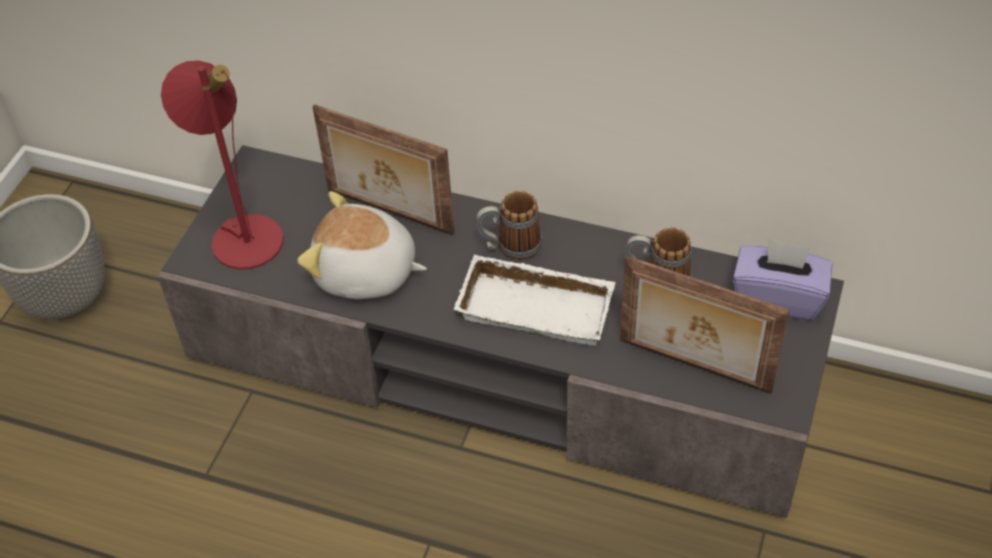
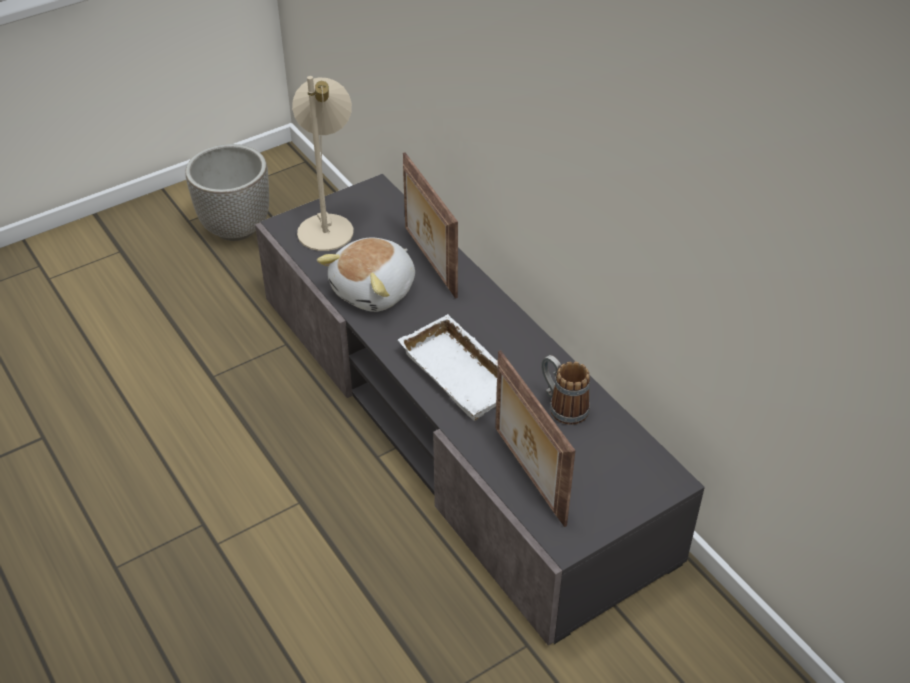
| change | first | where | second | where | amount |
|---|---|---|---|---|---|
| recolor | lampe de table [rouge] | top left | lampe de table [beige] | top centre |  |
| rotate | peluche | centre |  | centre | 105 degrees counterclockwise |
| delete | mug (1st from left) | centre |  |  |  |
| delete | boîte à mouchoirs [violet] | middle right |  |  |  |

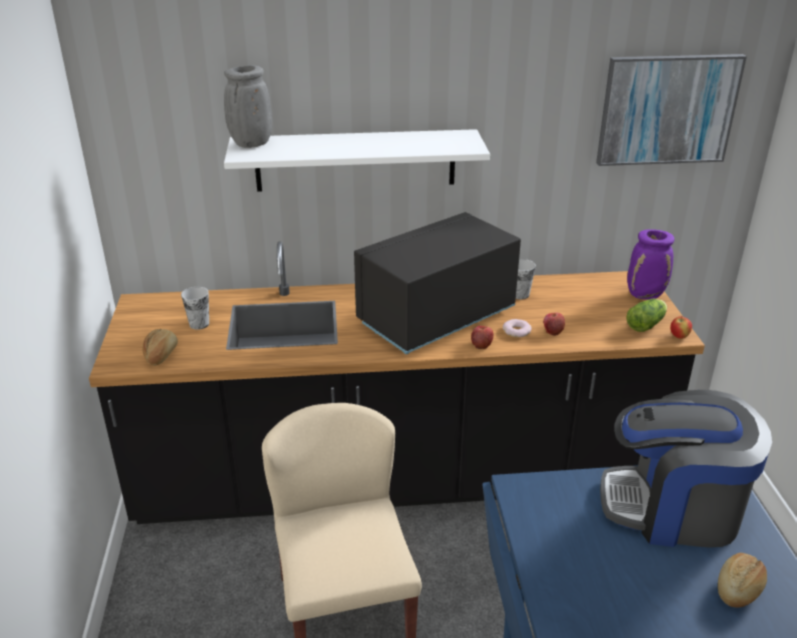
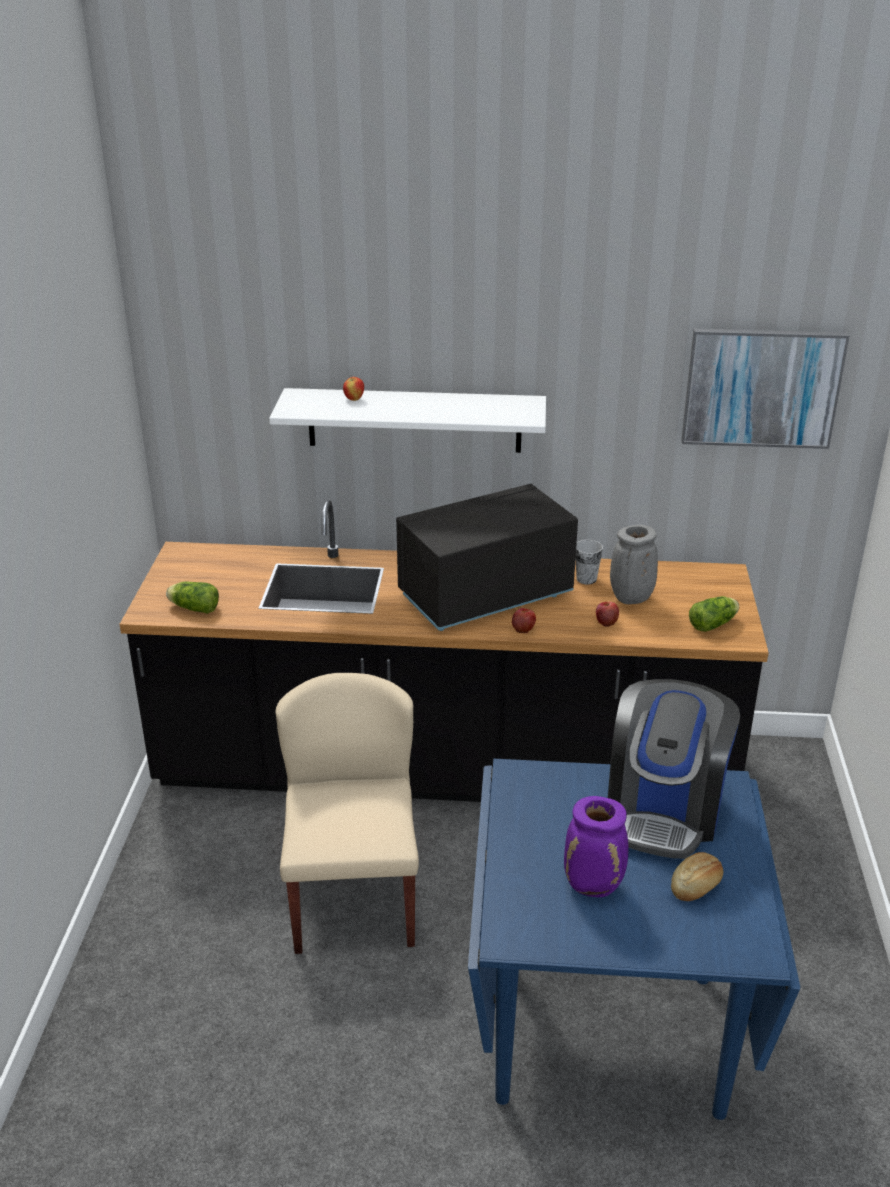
| change | first | where | second | where | amount |
|---|---|---|---|---|---|
| replace | pain (1st from left) | middle left | laitue (1st from left) | middle left |  |
| move | pomme (3rd from left in the first image) | middle right | pomme (1st from left) | top centre |  |
| move | vase [violet] | middle right |  | bottom right |  |
| rotate | machine à café | bottom right |  | middle right | 90 degrees counterclockwise |
| move | vase [gris] | top left |  | middle right |  |
| delete | tasse (1st from left) | middle left |  |  |  |
| delete | beignet | centre |  |  |  |

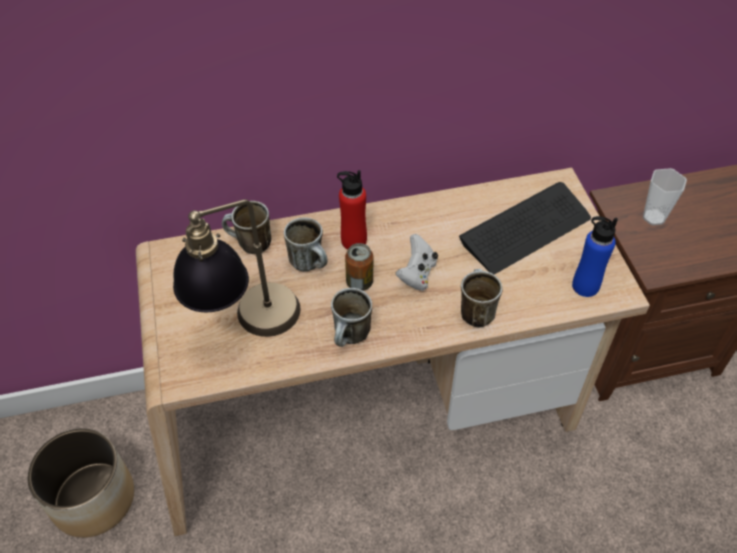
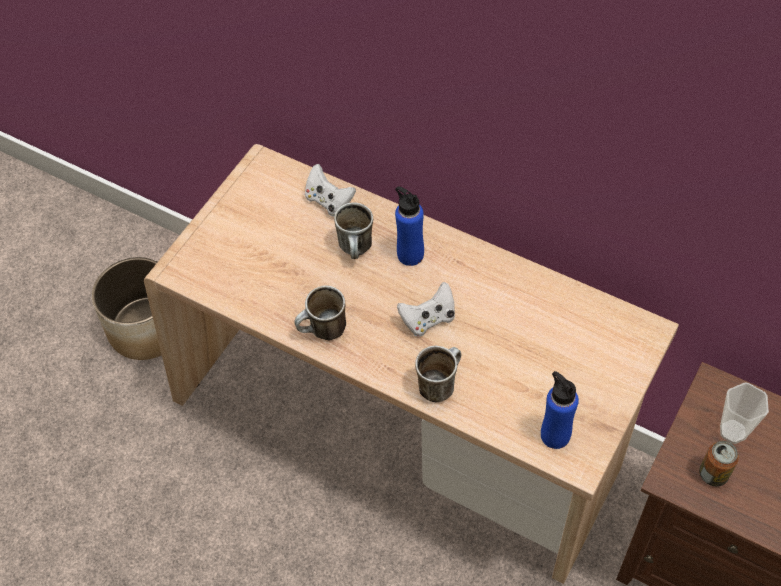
| change | first | where | second | where | amount |
|---|---|---|---|---|---|
| replace | mug (1st from left) | centre | manette [blanc] (1st from left) | top centre |  |
| recolor | bouteille [rouge] | centre | bouteille [bleu] (1st from left) | centre |  |
| move | boîte métallique | centre |  | bottom right |  |
| delete | lampe de table | middle left |  |  |  |
| delete | clavier | middle right |  |  |  |

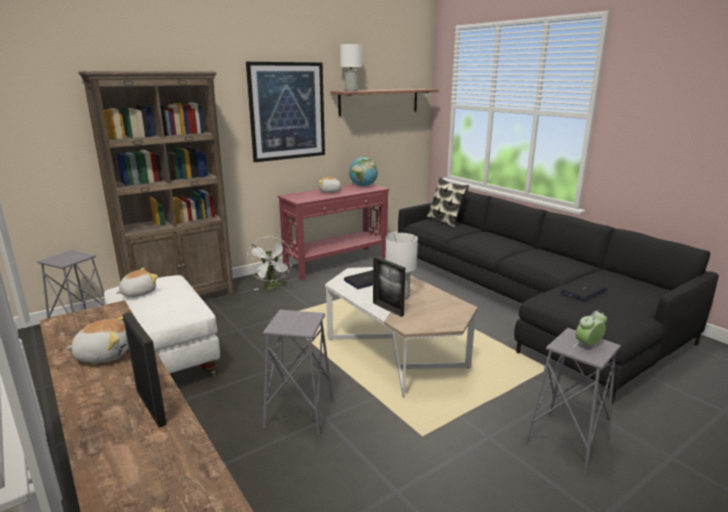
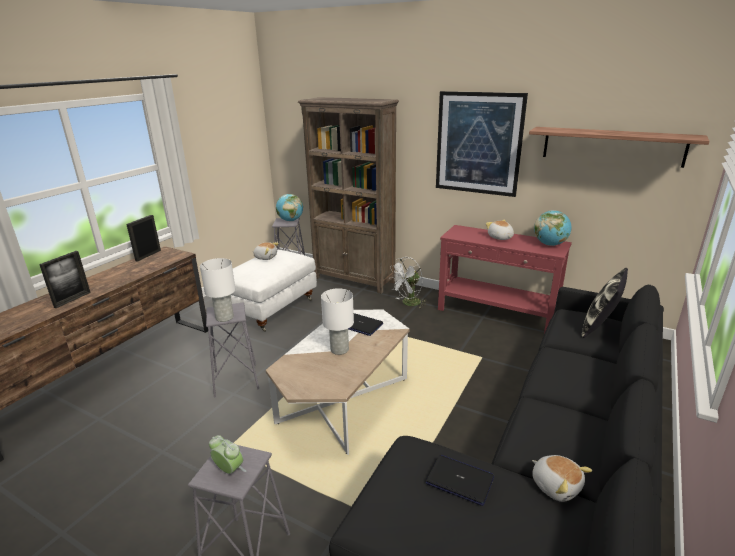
| change | first | where | second | where | amount |
|---|---|---|---|---|---|
| move | cadre photo (2nd from left) | centre |  | middle left |  |
| move | lampe de table [blanc] (1st from left) | top centre |  | middle left |  |
| insert |  |  | globe (1st from left) | centre |  |
| move | peluche (1st from left in the first image) | middle left | peluche (3rd from left) | bottom right |  |

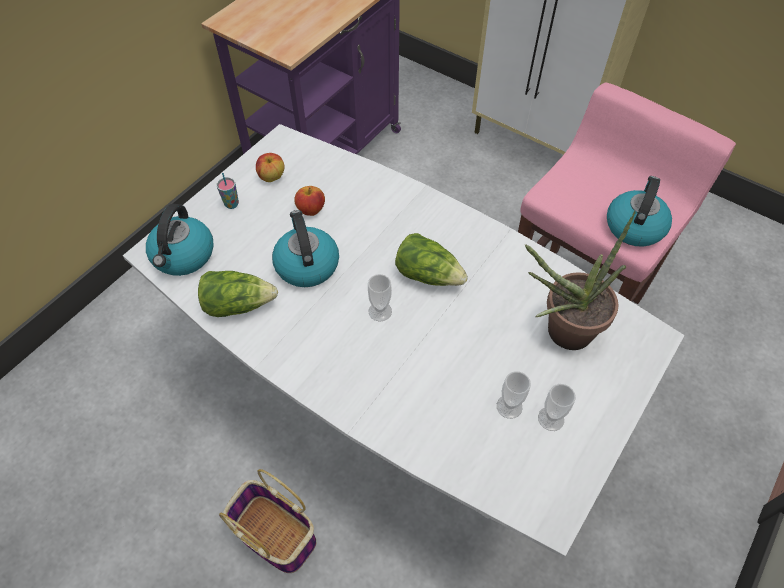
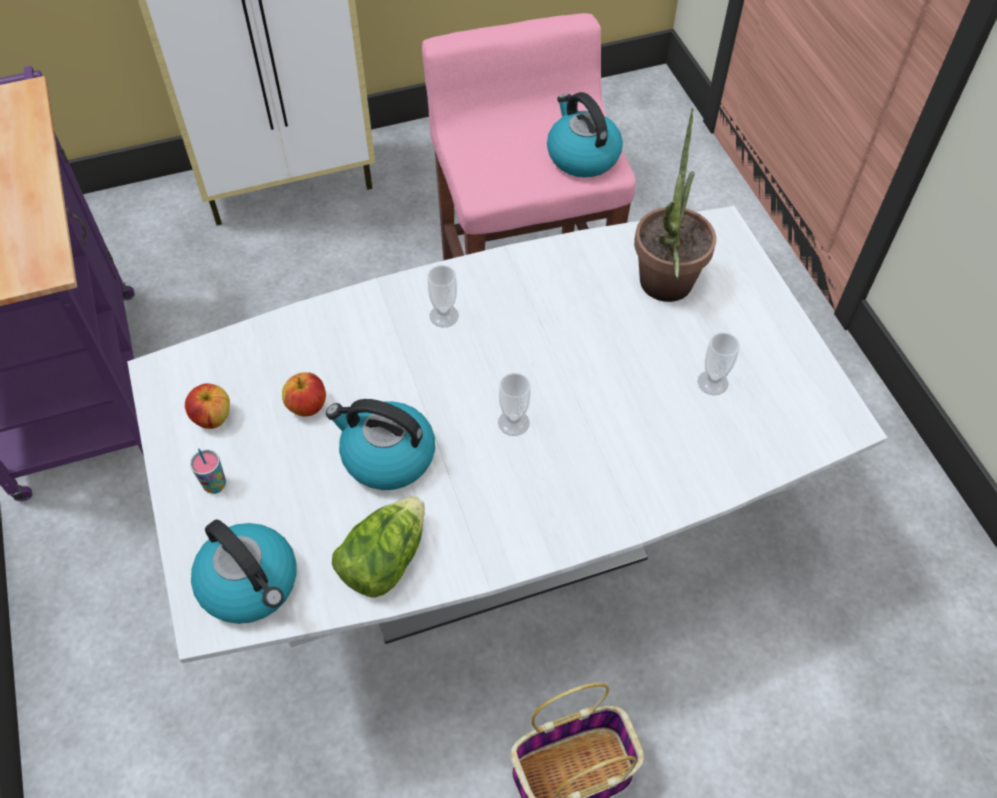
| change | first | where | second | where | amount |
|---|---|---|---|---|---|
| move | tasse (4th from left in the first image) | bottom right | tasse (2nd from left) | centre |  |
| delete | laitue (2nd from left) | centre |  |  |  |

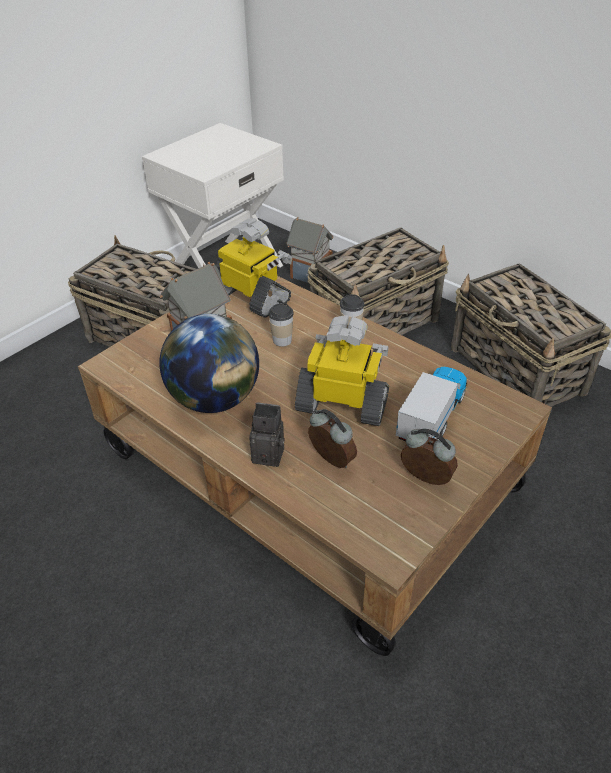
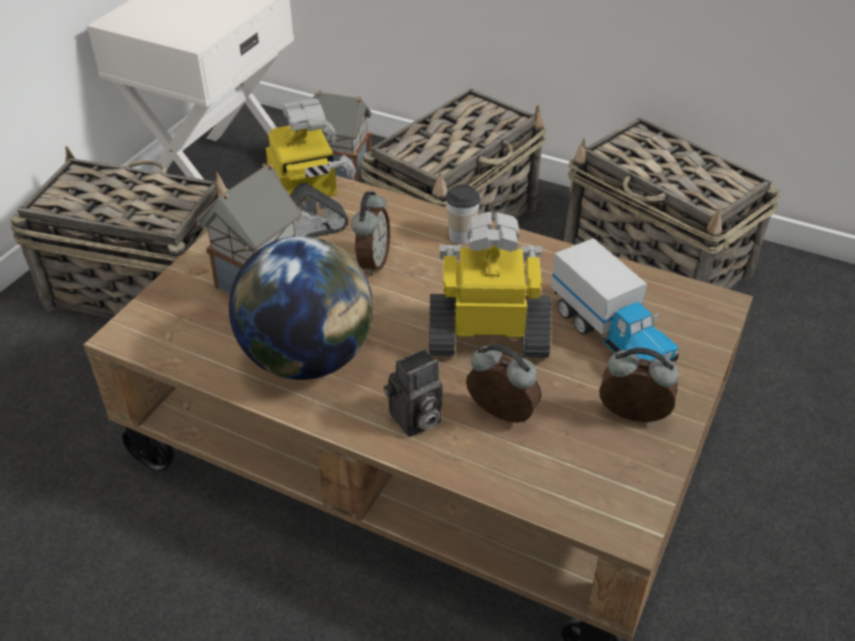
| change | first | where | second | where | amount |
|---|---|---|---|---|---|
| rotate | robot jouet (1st from left) | centre |  | top centre | 45 degrees clockwise |
| replace | tasse (1st from left) | centre | réveil (1st from left) | centre |  |
| rotate | appareil photo | centre |  | centre | 150 degrees clockwise |
| rotate | camion jouet | middle right |  | middle right | 135 degrees clockwise |

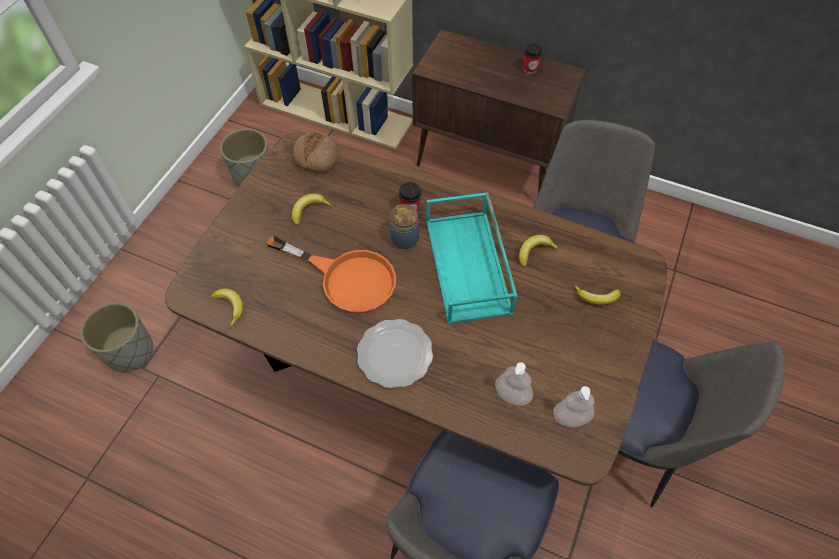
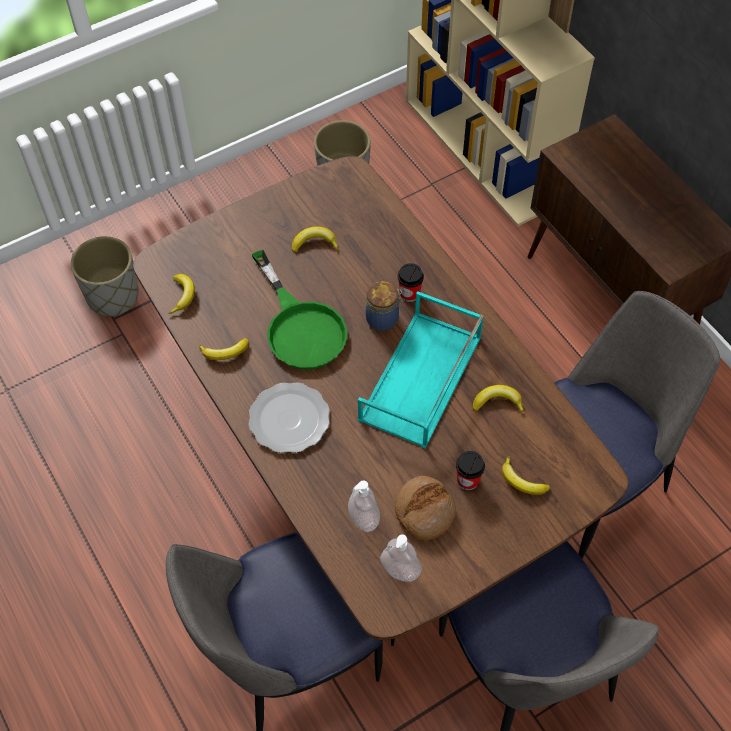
| change | first | where | second | where | amount |
|---|---|---|---|---|---|
| insert |  |  | banane (2nd from left) | middle left |  |
| recolor | poêle [orange] | centre | poêle [vert] | centre |  |
| move | pain | top centre |  | bottom centre |  |
| move | tasse (2nd from left) | top centre |  | centre |  |

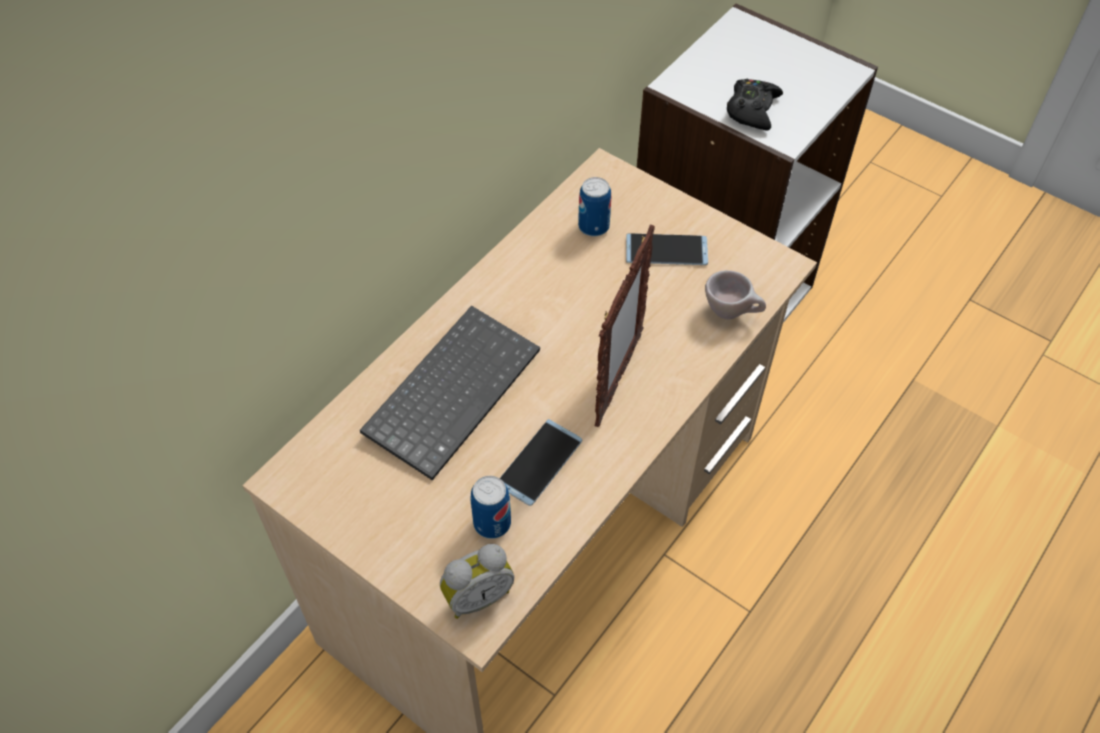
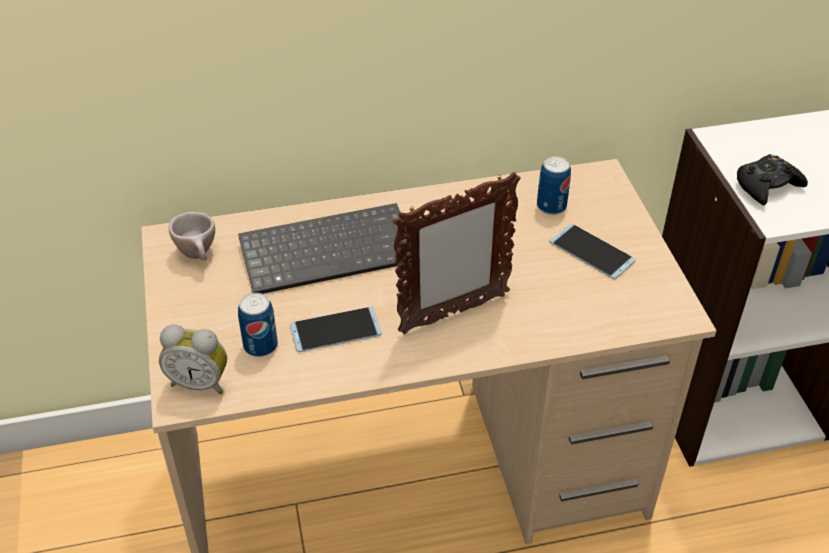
| change | first | where | second | where | amount |
|---|---|---|---|---|---|
| move | tasse [beige] | middle right |  | middle left |  |

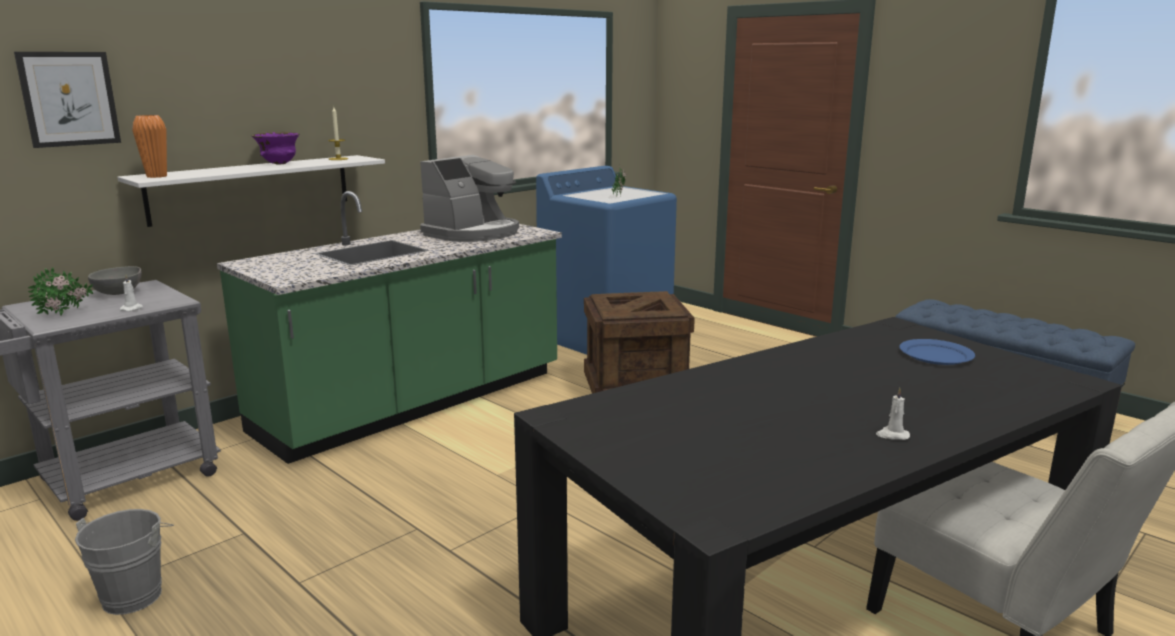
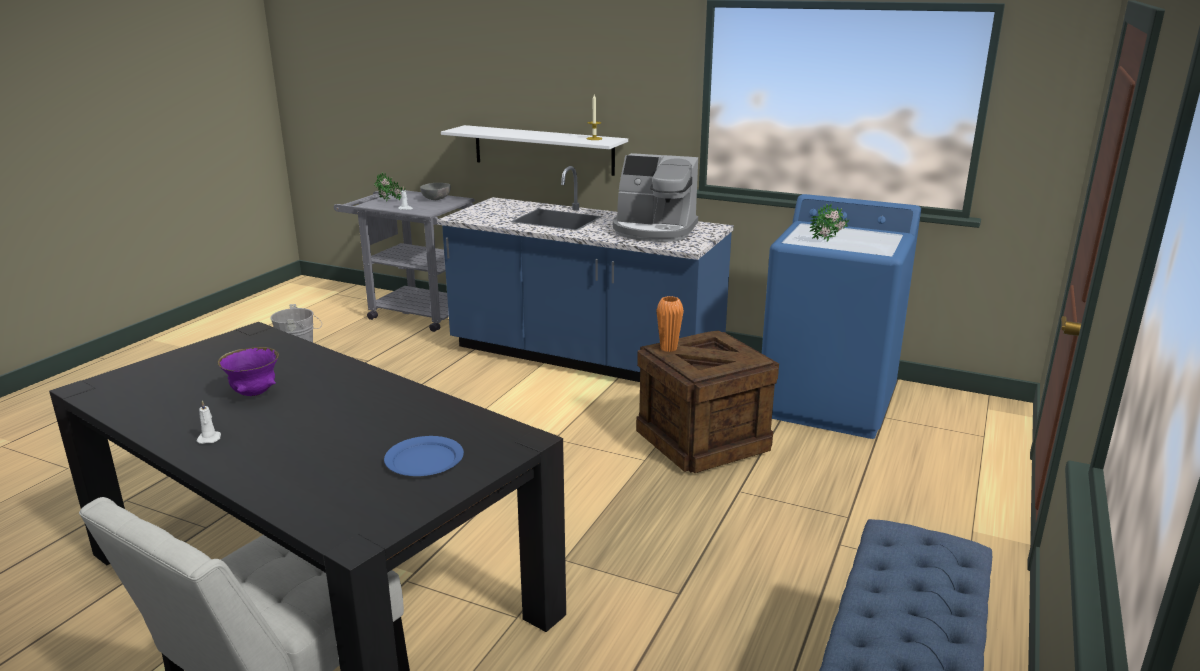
| change | first | where | second | where | amount |
|---|---|---|---|---|---|
| move | bol [violet] | top left |  | middle left |  |
| recolor | comptoir de cuisine [vert] | middle left | comptoir de cuisine [bleu] | centre |  |
| move | vase [orange] | top left |  | centre |  |
| delete | tableau | top left |  |  |  |

